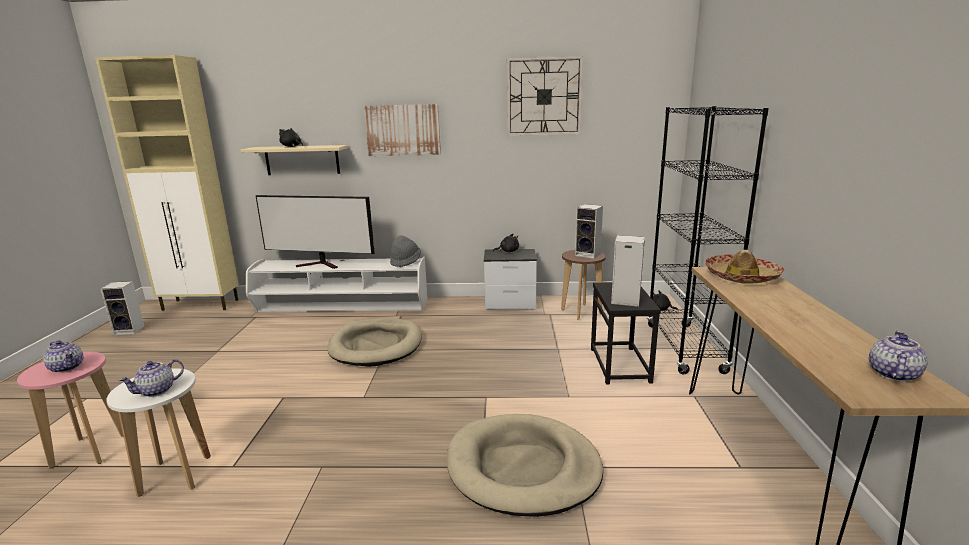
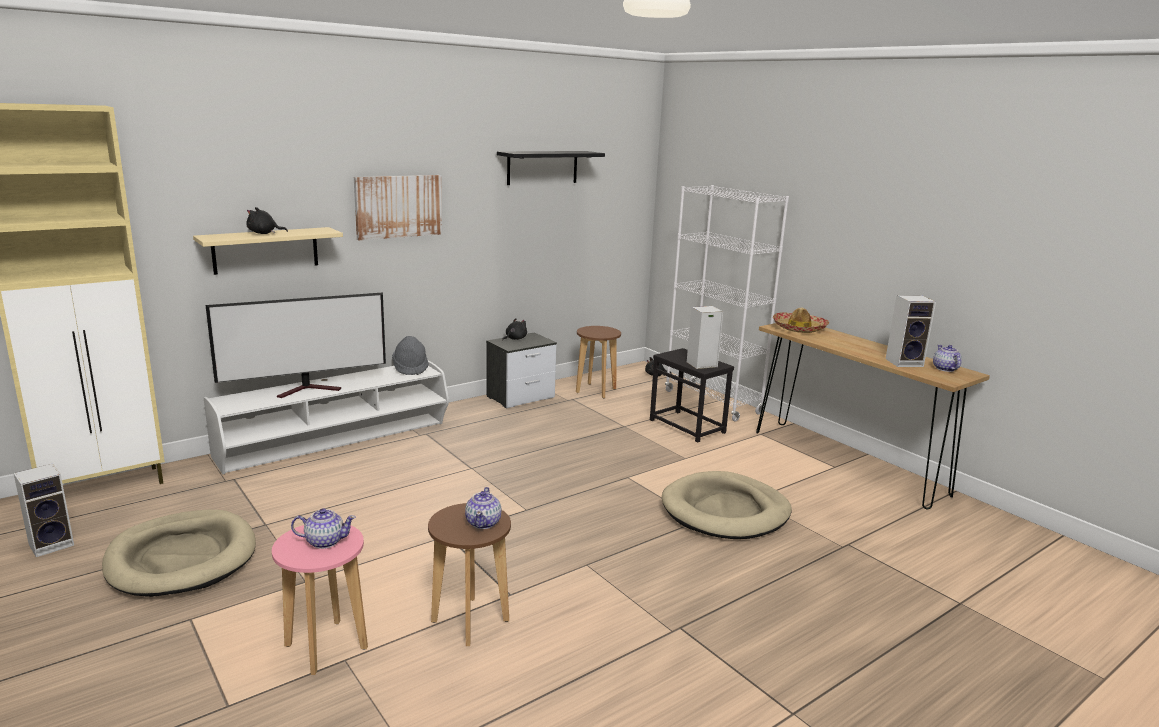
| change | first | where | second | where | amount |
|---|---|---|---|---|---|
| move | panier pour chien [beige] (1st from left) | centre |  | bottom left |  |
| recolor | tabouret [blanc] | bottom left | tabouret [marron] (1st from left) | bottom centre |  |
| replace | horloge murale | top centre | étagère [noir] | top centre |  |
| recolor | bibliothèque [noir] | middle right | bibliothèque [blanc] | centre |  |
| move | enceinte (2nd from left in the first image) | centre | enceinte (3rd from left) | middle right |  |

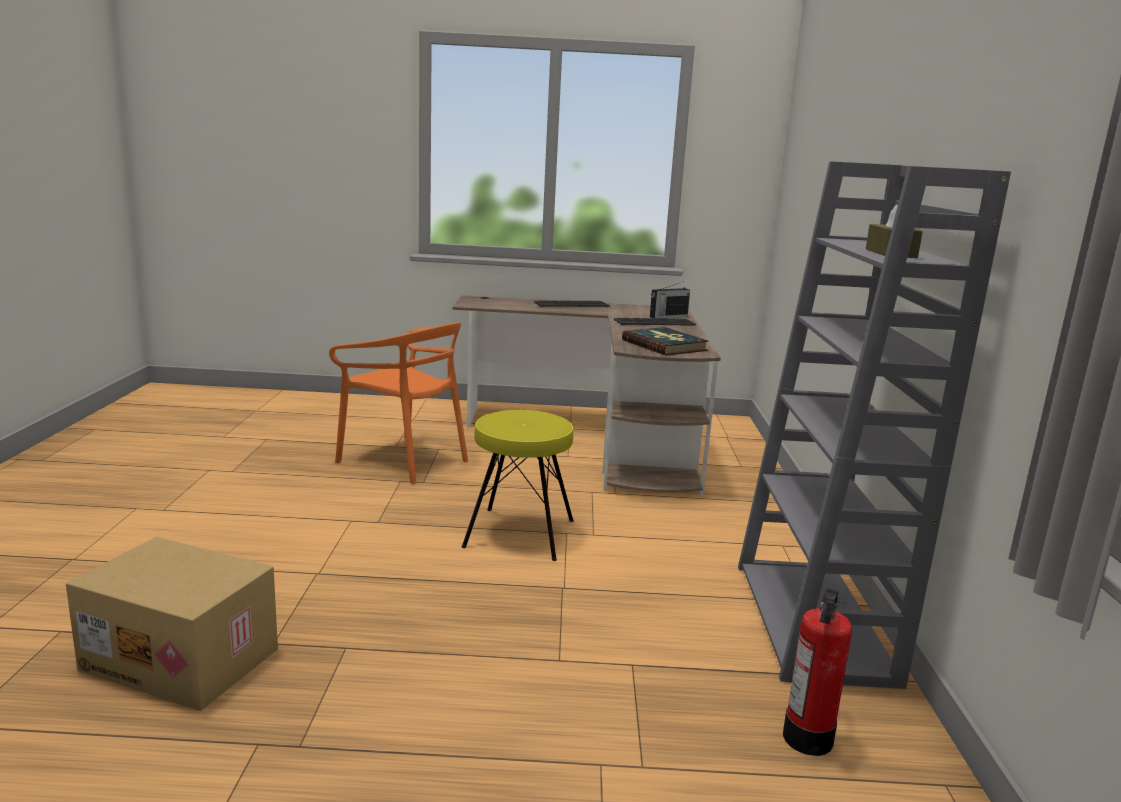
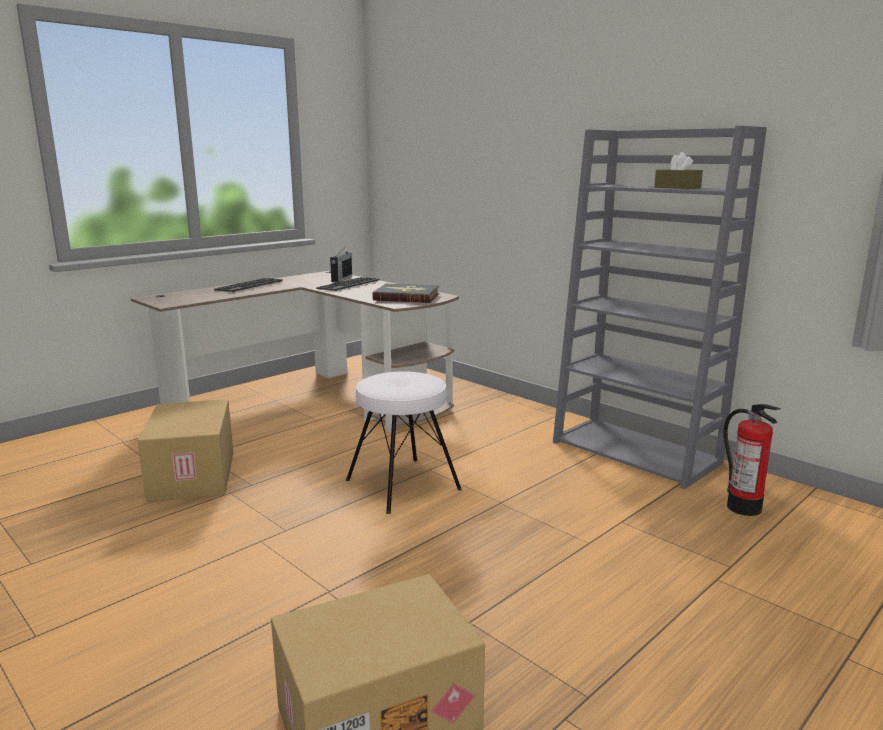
| change | first | where | second | where | amount |
|---|---|---|---|---|---|
| replace | chaise [orange] | centre | carton (1st from left) | middle left |  |
| recolor | tabouret [jaune] | centre | tabouret [blanc] | centre |  |

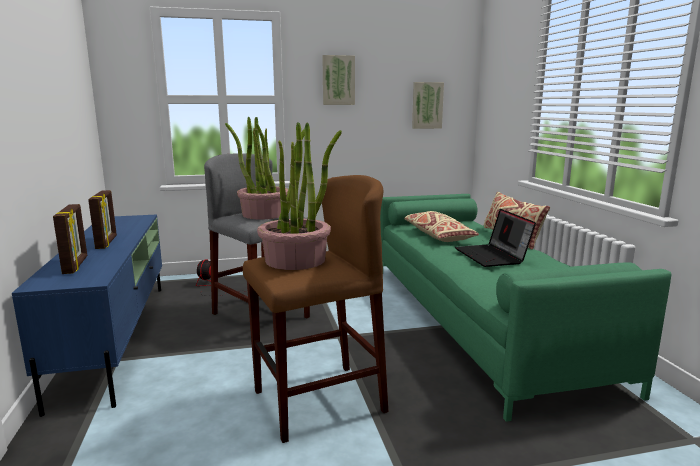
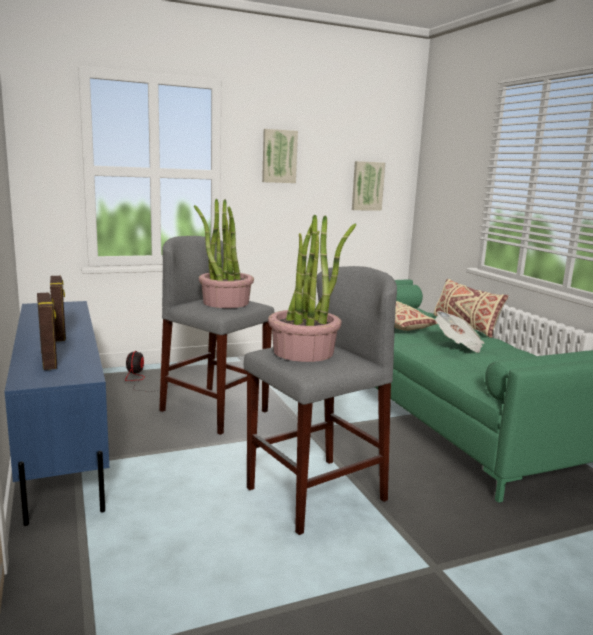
| change | first | where | second | where | amount |
|---|---|---|---|---|---|
| recolor | tabouret [marron] | centre | tabouret [gris] (2nd from left) | centre |  |
| replace | ordinateur portable | middle right | journal | middle right |  |

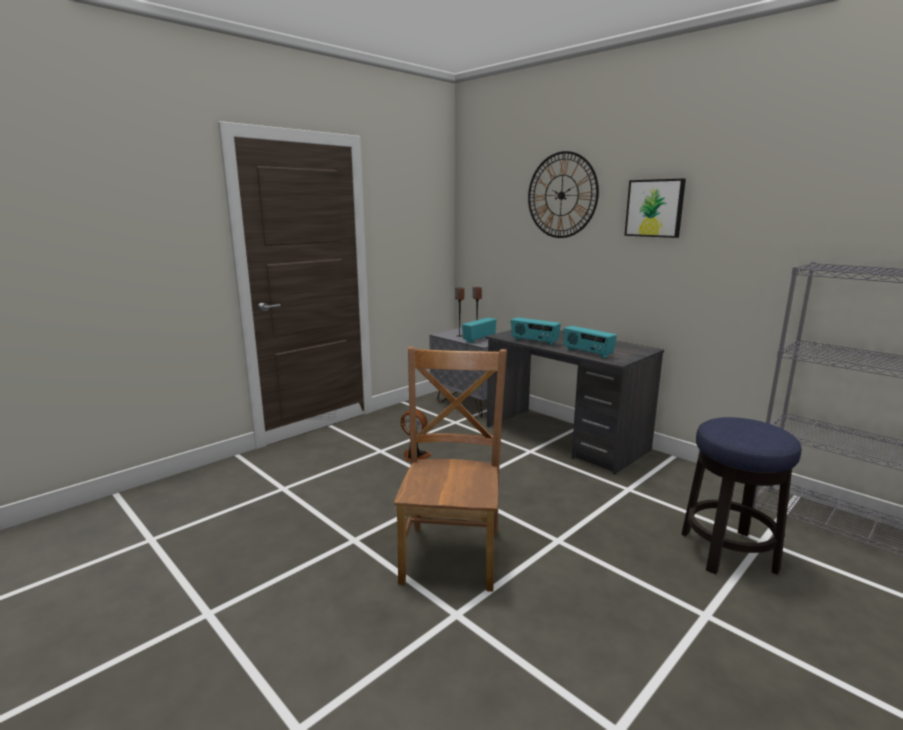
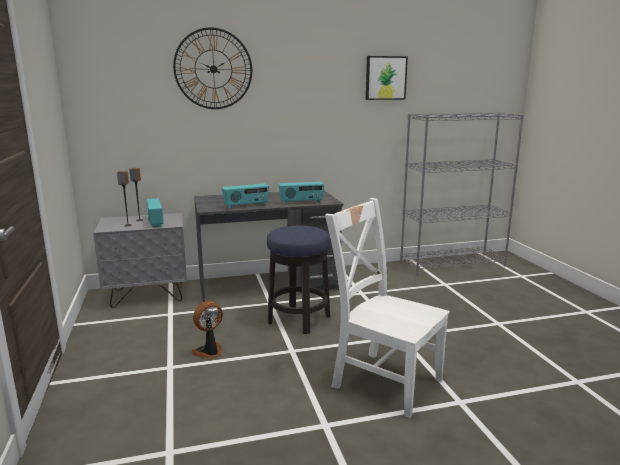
| change | first | where | second | where | amount |
|---|---|---|---|---|---|
| move | tabouret | bottom right |  | centre |  |
| recolor | chaise [marron] | centre | chaise [blanc] | centre |  |
| move | tableau | top right |  | top centre |  |

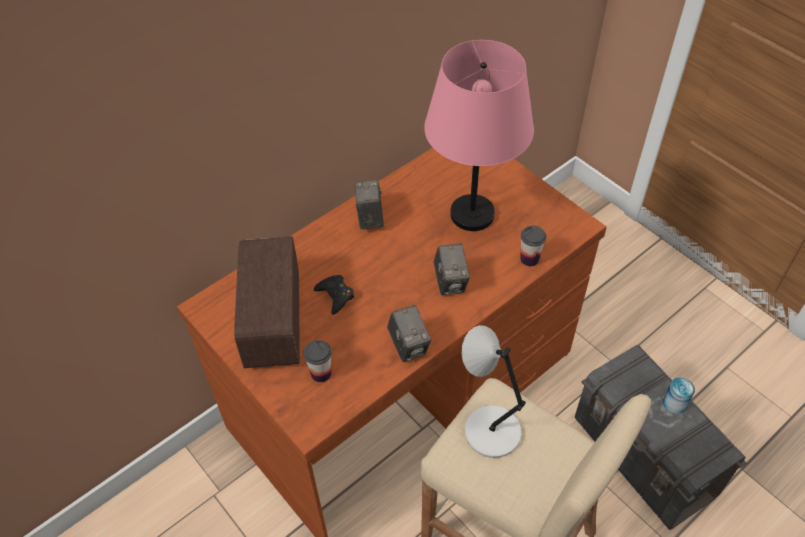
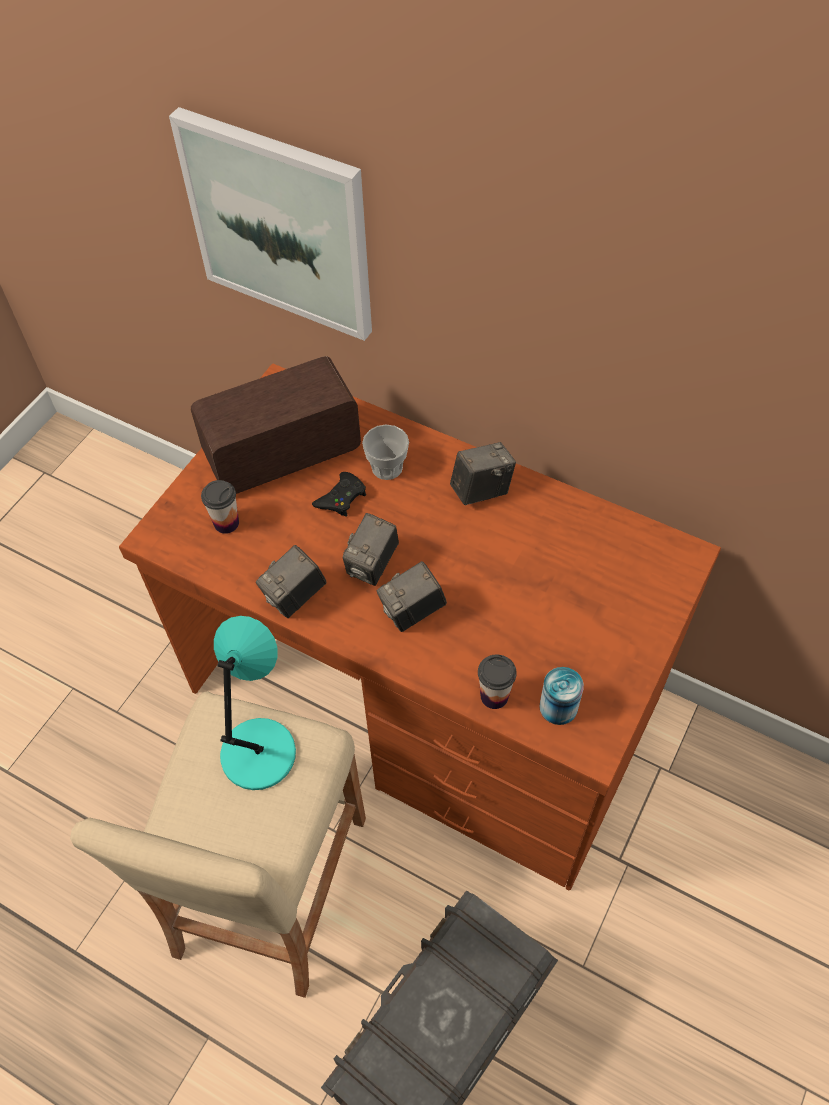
| change | first | where | second | where | amount |
|---|---|---|---|---|---|
| insert |  |  | tableau | top left |  |
| recolor | lampe de table [gris] | bottom centre | lampe de table [turquoise] | middle left |  |
| insert |  |  | appareil photo (2nd from left) | centre |  |
| insert |  |  | tasse (2nd from left) | centre |  |
| move | boîte métallique | bottom right |  | middle right |  |
| delete | lampe de table [rose] | top centre |  |  |  |

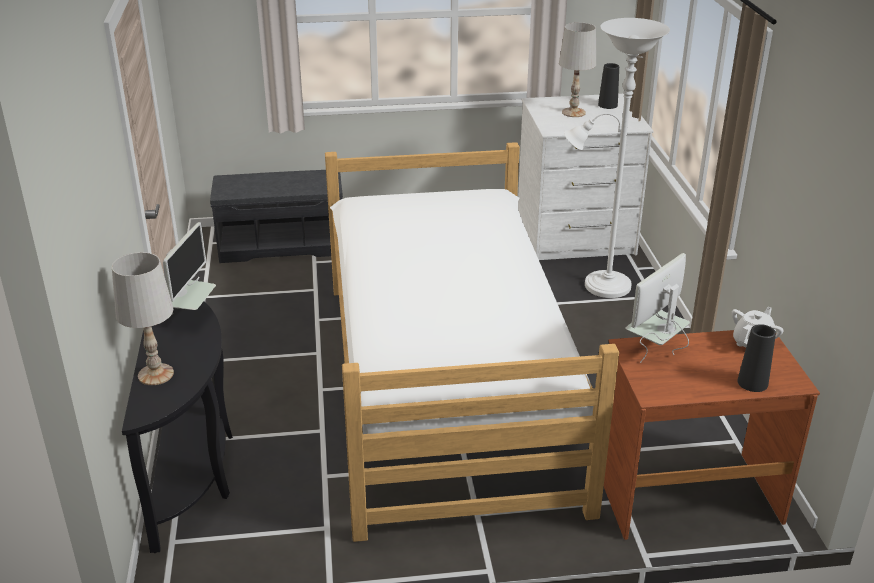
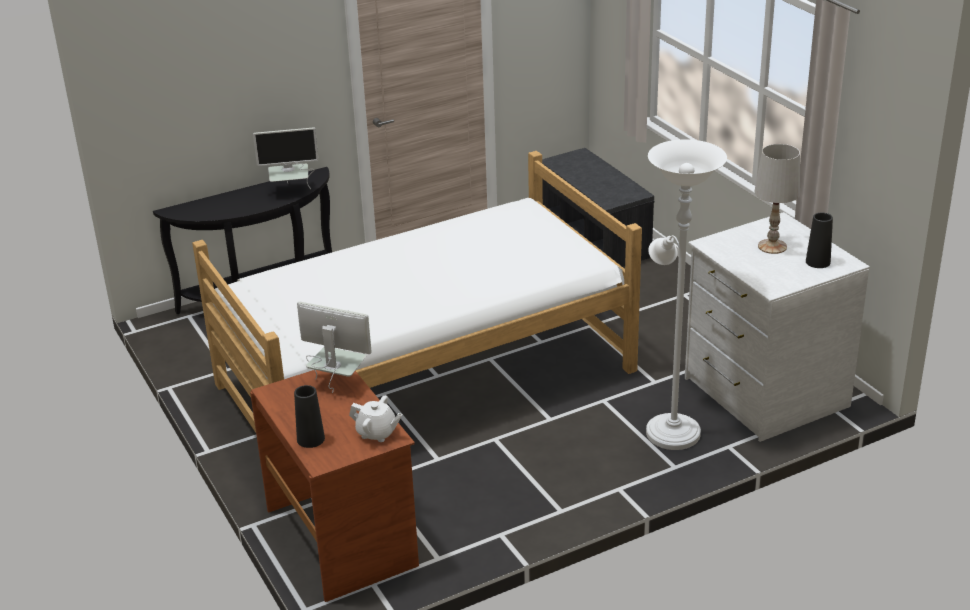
| change | first | where | second | where | amount |
|---|---|---|---|---|---|
| delete | lampe de table [blanc] (1st from left) | middle left |  |  |  |

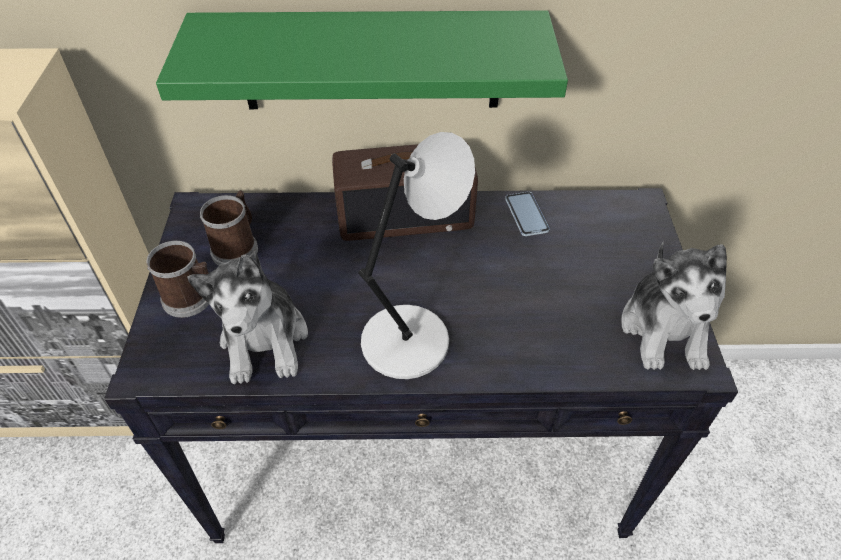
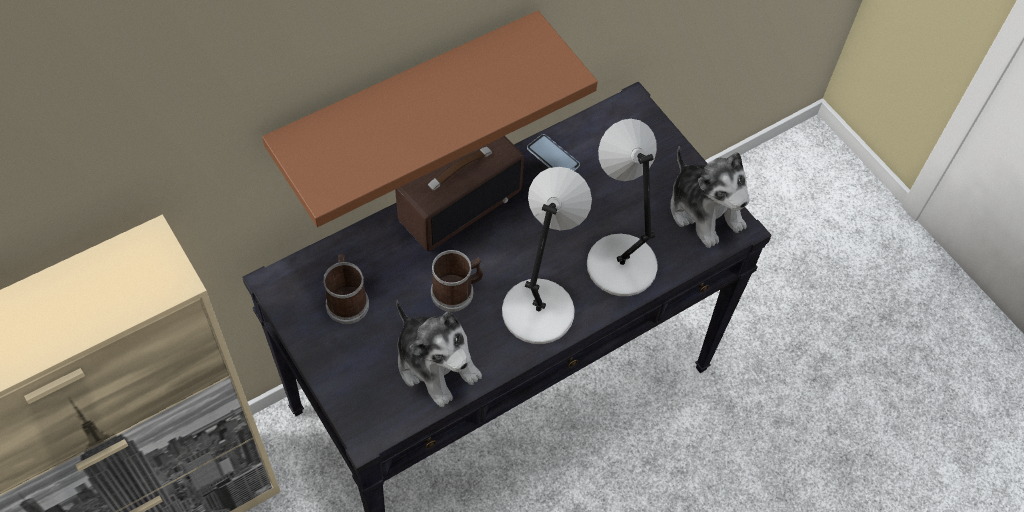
| change | first | where | second | where | amount |
|---|---|---|---|---|---|
| recolor | étagère [vert] | top centre | étagère [marron] | top centre |  |
| move | mug (1st from left in the first image) | middle left | mug (2nd from left) | centre |  |
| insert |  |  | lampe de table [gris] (2nd from left) | centre |  |

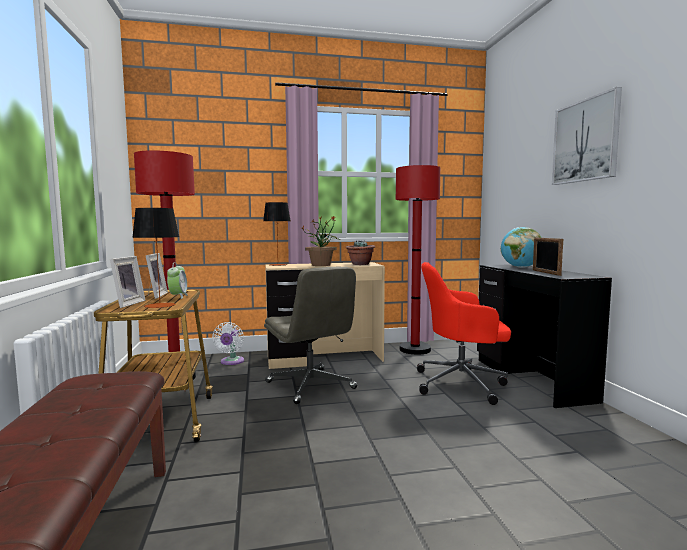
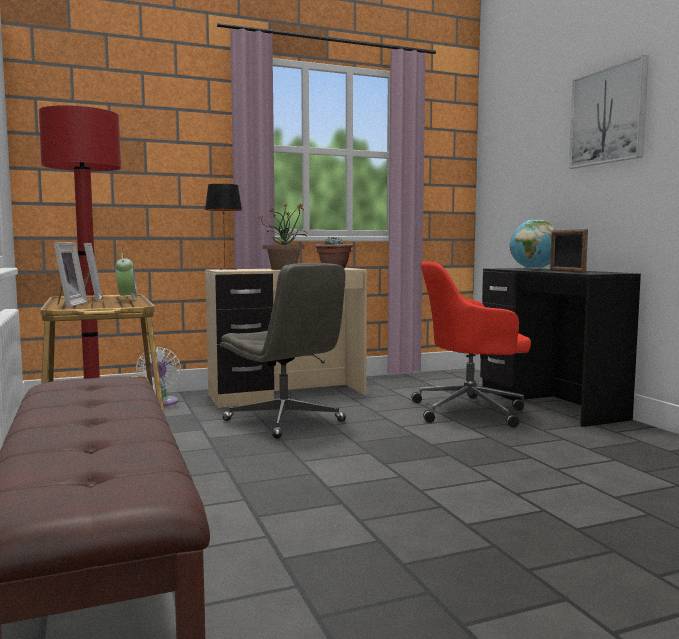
| change | first | where | second | where | amount |
|---|---|---|---|---|---|
| delete | lampe de table (1st from left) | middle left |  |  |  |
| delete | lampadaire [rouge] (2nd from left) | centre |  |  |  |

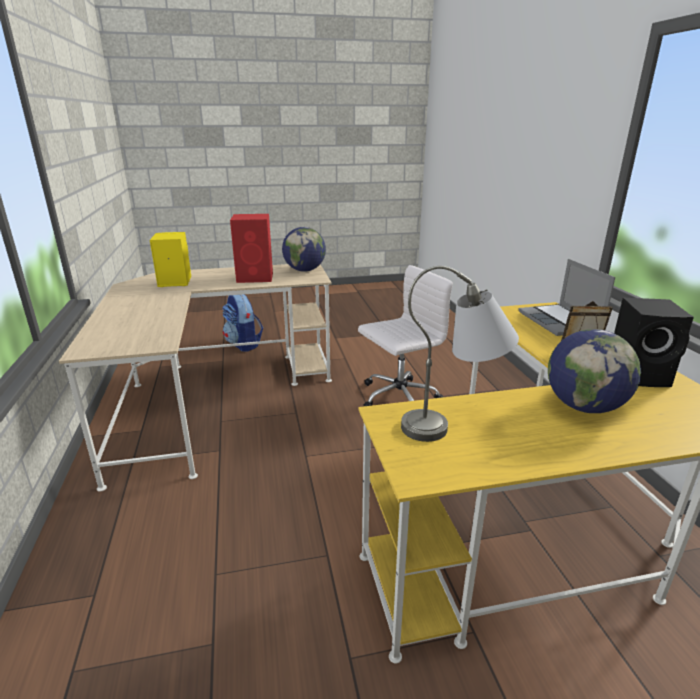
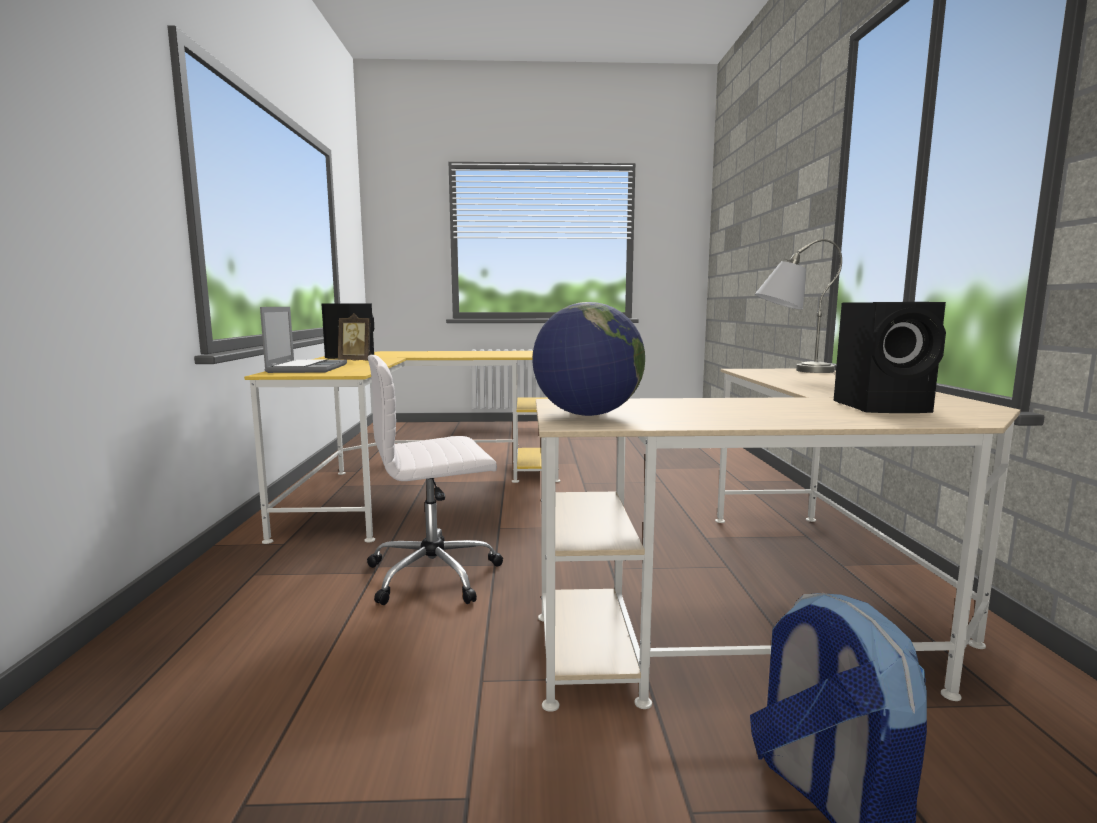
| change | first | where | second | where | amount |
|---|---|---|---|---|---|
| move | lampe de table [gris] | centre |  | middle right |  |
| recolor | enceinte [jaune] | middle left | enceinte [noir] (2nd from left) | middle right |  |
| delete | enceinte [rouge] | centre |  |  |  |
| delete | globe (2nd from left) | middle right |  |  |  |

